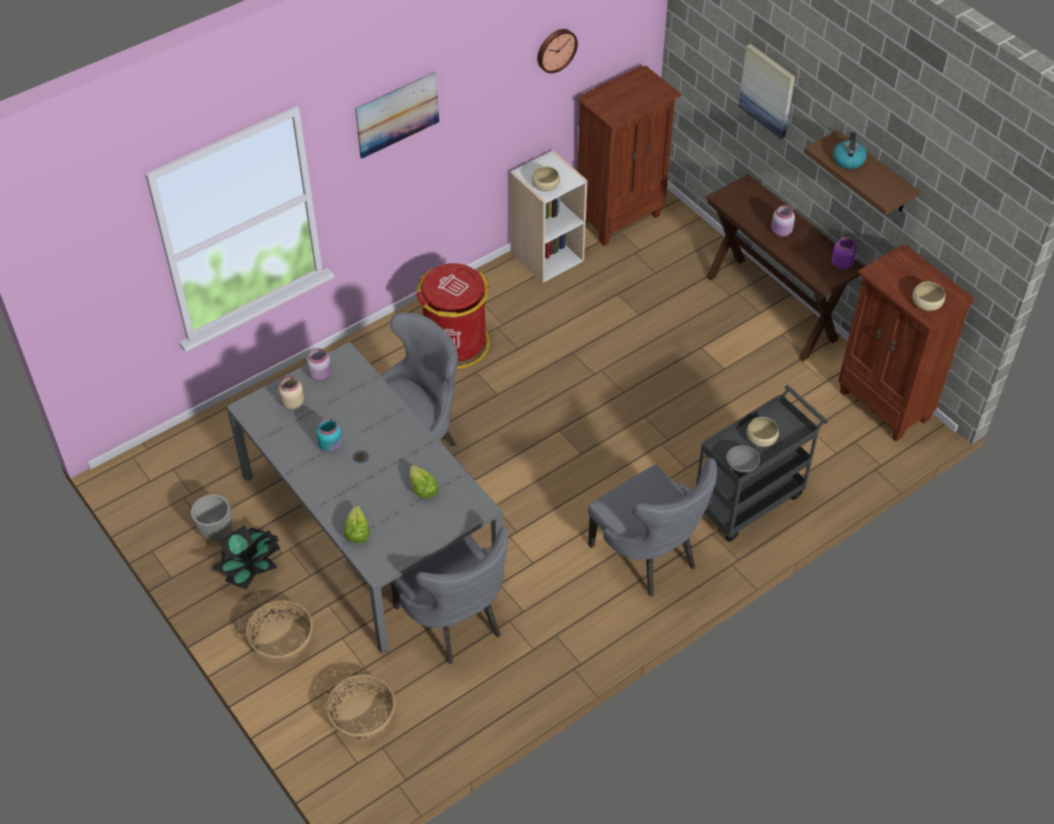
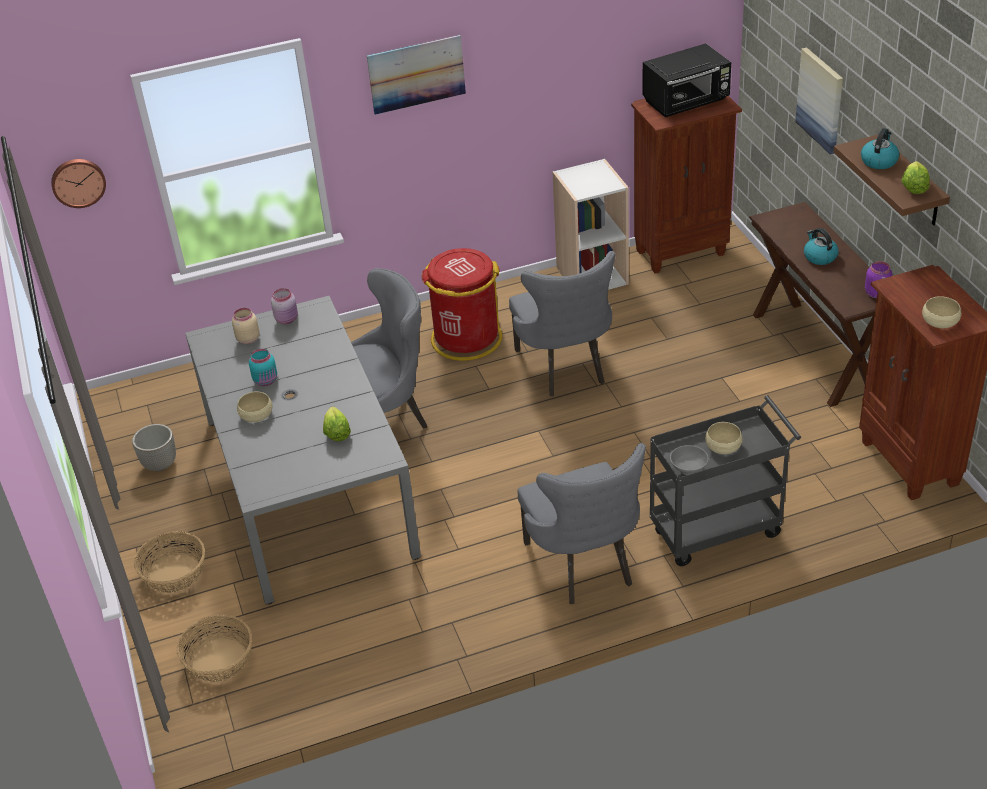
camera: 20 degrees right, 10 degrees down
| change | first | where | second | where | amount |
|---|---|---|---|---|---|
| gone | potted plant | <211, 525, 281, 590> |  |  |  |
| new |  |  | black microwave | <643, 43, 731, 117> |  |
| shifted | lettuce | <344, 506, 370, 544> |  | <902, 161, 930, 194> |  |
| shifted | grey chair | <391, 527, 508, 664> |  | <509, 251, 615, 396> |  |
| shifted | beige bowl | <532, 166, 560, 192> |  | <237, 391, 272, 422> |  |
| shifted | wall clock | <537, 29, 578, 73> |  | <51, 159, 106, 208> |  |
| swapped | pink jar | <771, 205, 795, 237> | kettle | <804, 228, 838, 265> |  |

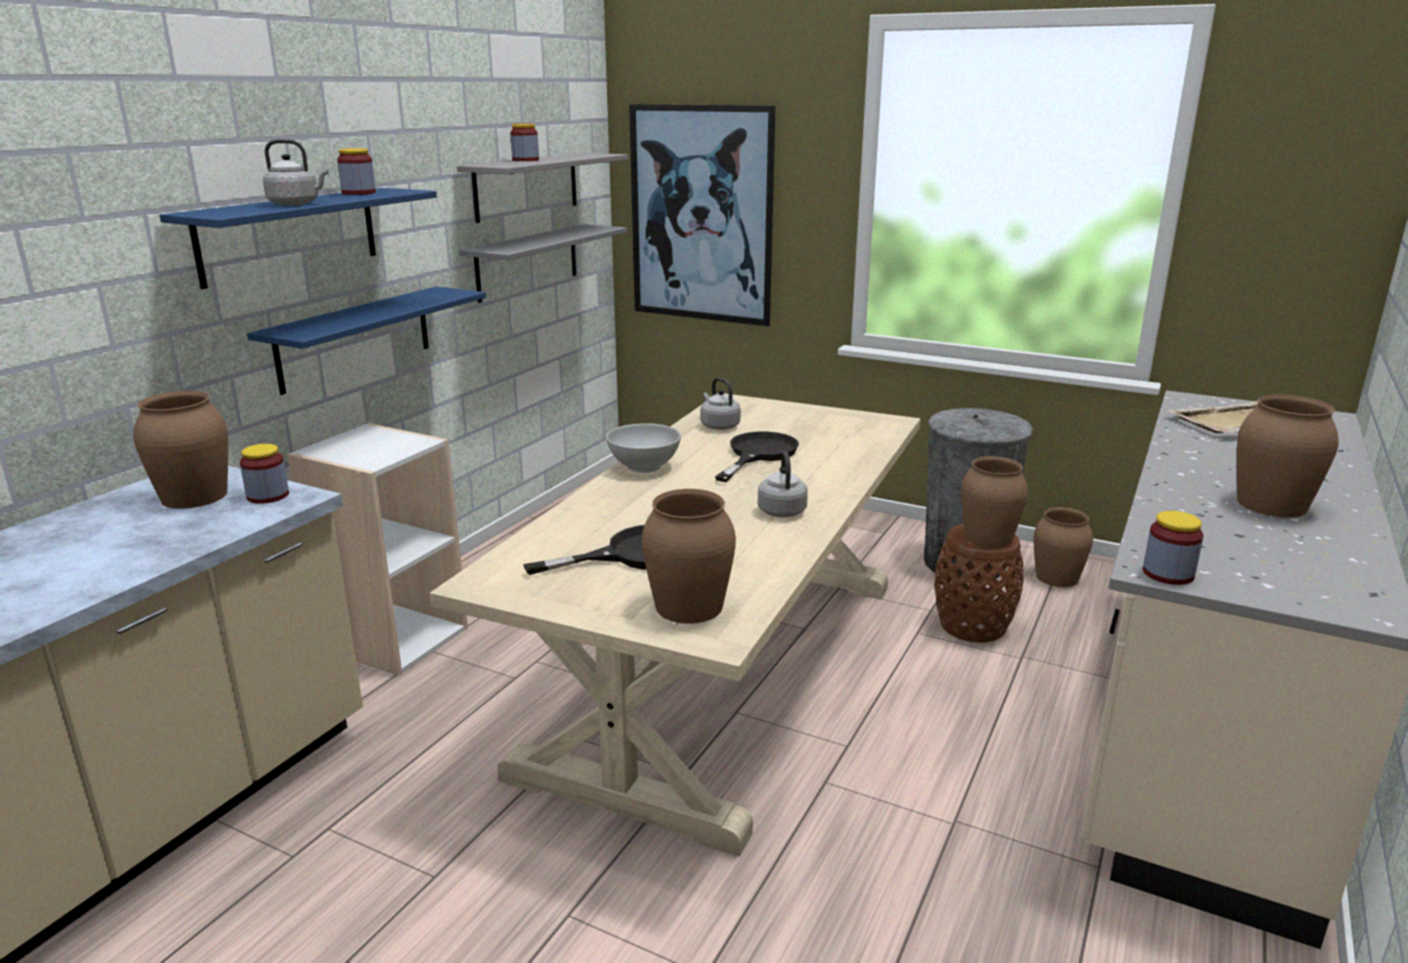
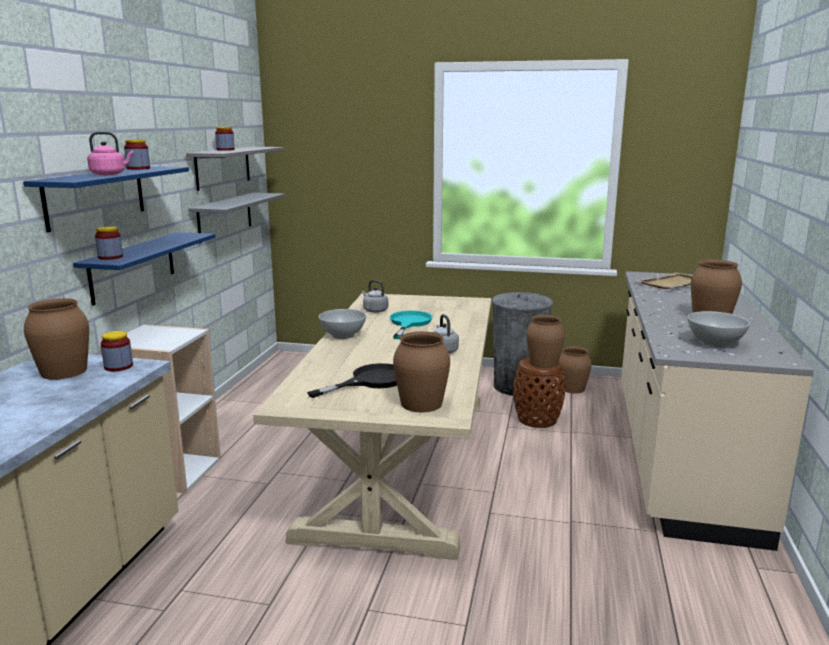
camera: 15 degrees left, 5 degrees down
| change | first | where | second | where | amount |
|---|---|---|---|---|---|
| gone | picture | <629, 104, 776, 326> |  |  |  |
| new |  |  | white bowl | <687, 311, 751, 348> |  |
| shifted | jar | <1143, 511, 1204, 585> |  | <95, 226, 123, 260> |  |
| repainted | grey kettle | <263, 139, 329, 206> | pink kettle | <87, 132, 134, 175> |  |
| repainted | black frying pan | <715, 431, 799, 482> | turquoise frying pan | <390, 311, 432, 339> |  |

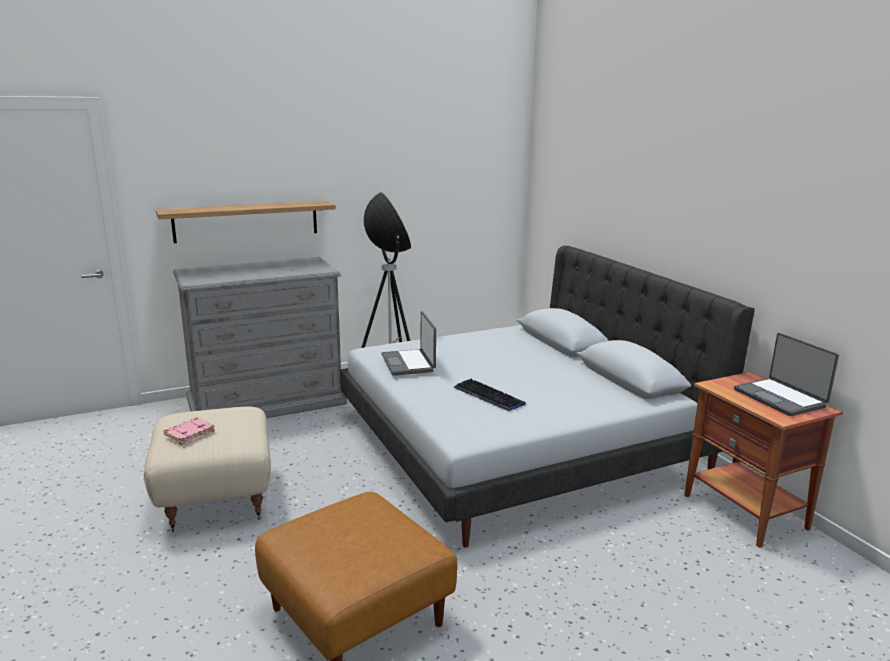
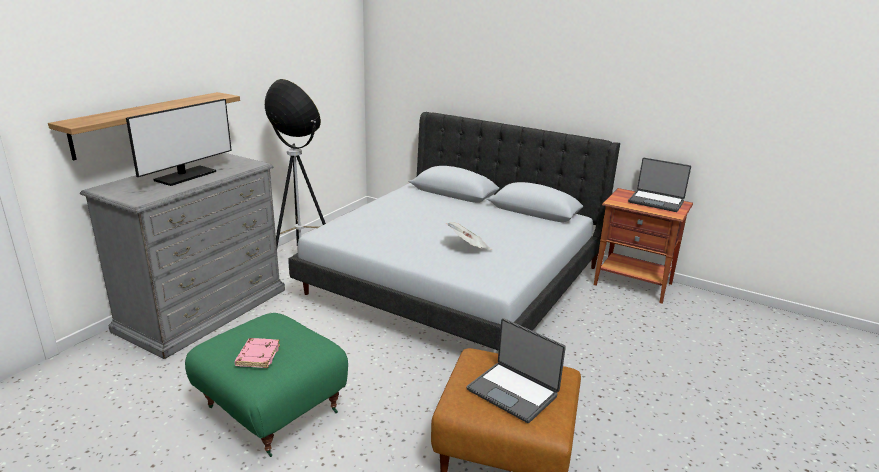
camera: 35 degrees left, 5 degrees up
| change | first | where | second | where | amount |
|---|---|---|---|---|---|
| new |  |  | monitor | <126, 99, 232, 186> |  |
| shifted | laptop | <382, 311, 436, 376> |  | <466, 318, 566, 423> |  |
| swapped | keyboard | <453, 379, 525, 411> | newspaper | <446, 222, 493, 250> |  |
| repainted | beige ottoman | <144, 407, 271, 532> | green ottoman | <185, 313, 348, 457> |  |

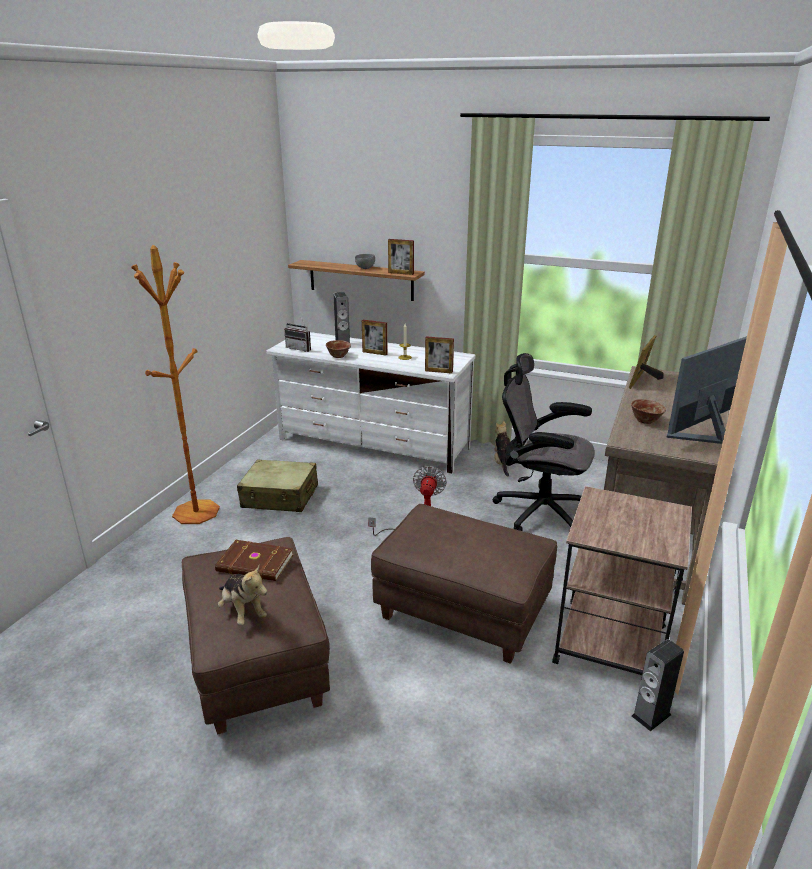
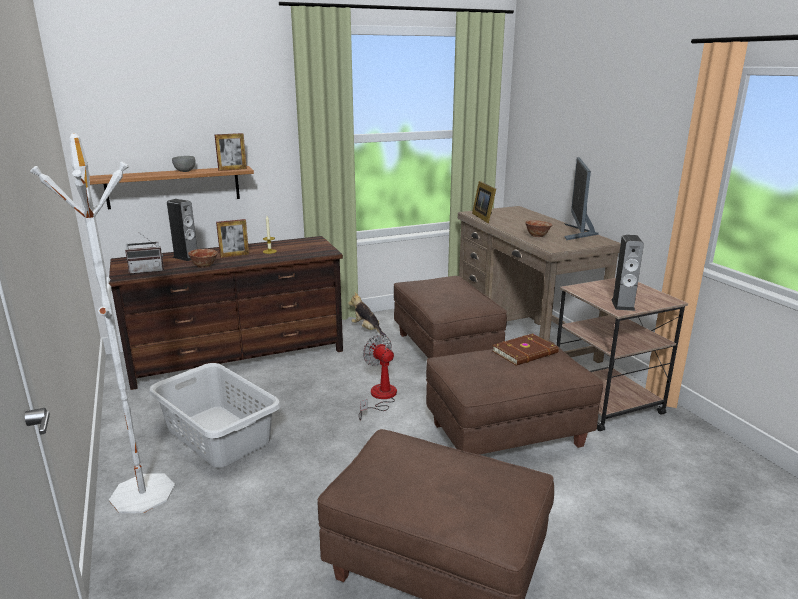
camera: 45 degrees left, 5 degrees down
| change | first | where | second | where | amount |
|---|---|---|---|---|---|
| gone | plush toy | <218, 566, 267, 625> |  |  |  |
| gone | picture frame | <425, 336, 454, 374> |  |  |  |
| shifted | brown book | <215, 540, 293, 581> |  | <492, 333, 559, 366> |  |
| shifted | speaker | <632, 639, 684, 731> |  | <611, 235, 644, 311> |  |
| swapped | beige suitcase | <237, 459, 318, 512> | grey laundry basket | <149, 363, 281, 468> |  |
| swapped | office chair | <492, 353, 595, 531> | brown ottoman | <394, 276, 507, 358> |  |
| repainted | orange clothes rack | <131, 245, 220, 524> | white clothes rack | <30, 133, 175, 513> |  |
| repainted | white dresser | <266, 332, 476, 474> | brown dresser | <109, 236, 343, 390> |  |

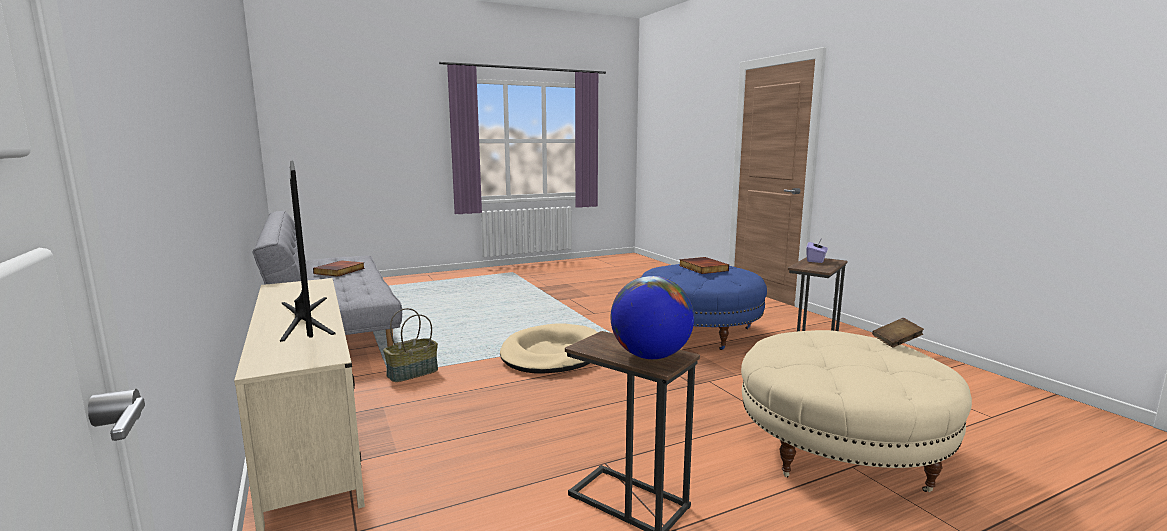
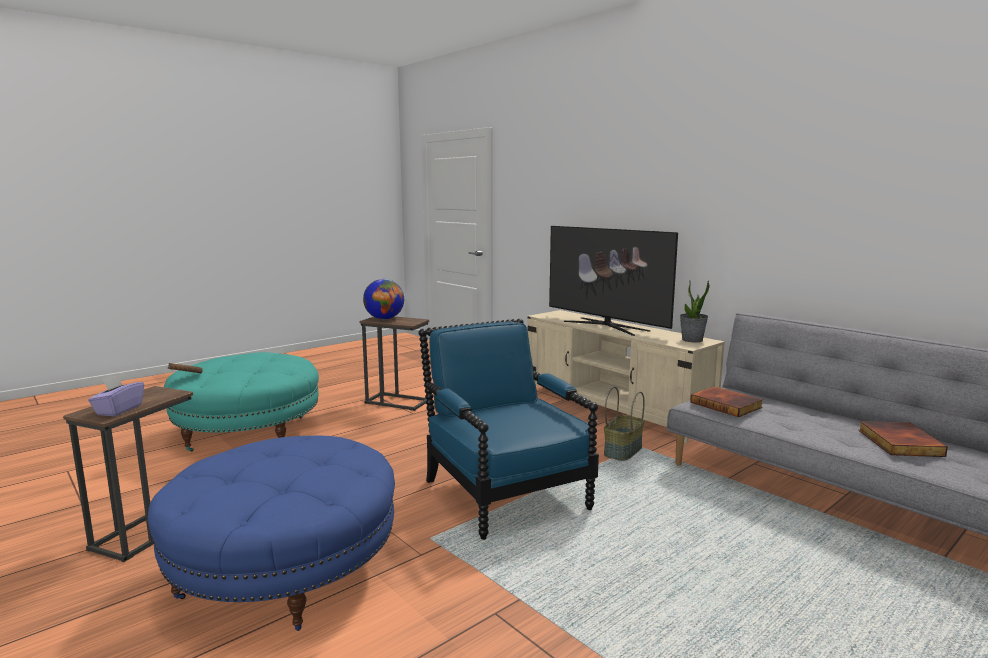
camera: 165 degrees right, 0 degrees up
| change | first | where | second | where | amount |
|---|---|---|---|---|---|
| new |  |  | potted plant | <680, 280, 710, 342> |  |
| shifted | book | <679, 257, 729, 274> |  | <690, 386, 763, 417> |  |
| swapped | beige dog bed | <500, 323, 598, 374> | blue armchair | <418, 319, 599, 540> |  |
| repainted | beige ottoman | <741, 330, 972, 492> | turquoise ottoman | <164, 352, 319, 451> |  |

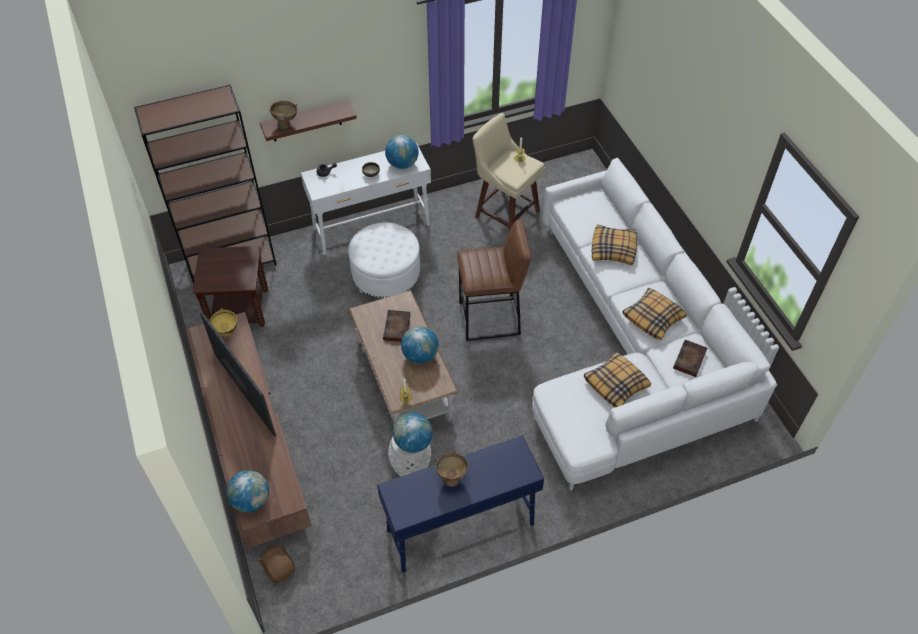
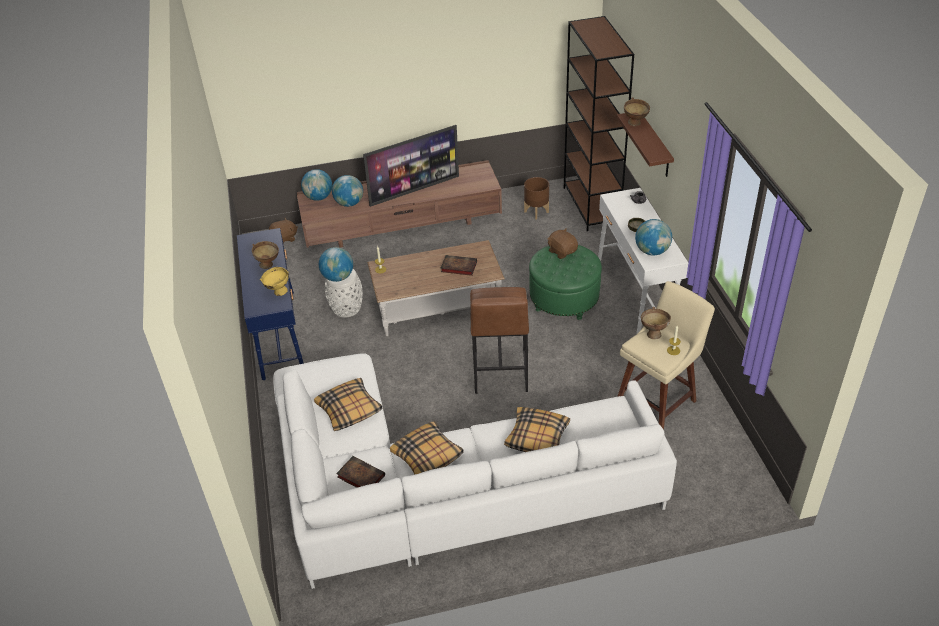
camera: 100 degrees right, 10 degrees down
| change | first | where | second | where | amount |
|---|---|---|---|---|---|
| new |  |  | brown plush toy | <547, 228, 578, 259> |  |
| new |  |  | brown bowl | <641, 307, 671, 339> |  |
| shifted | yellow bowl | <210, 308, 237, 337> |  | <260, 267, 289, 296> |  |
| shifted | globe | <401, 326, 439, 364> |  | <332, 175, 363, 207> |  |
| swapped | brown side table | <193, 246, 268, 327> | brown planter | <524, 177, 549, 220> |  |
| repainted | white ottoman | <348, 222, 420, 298> | green ottoman | <529, 245, 602, 320> |  |

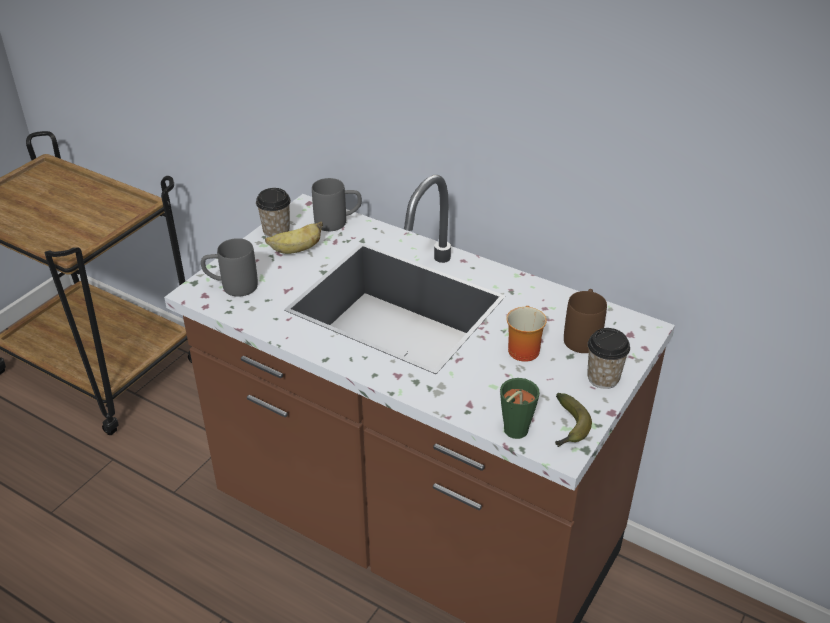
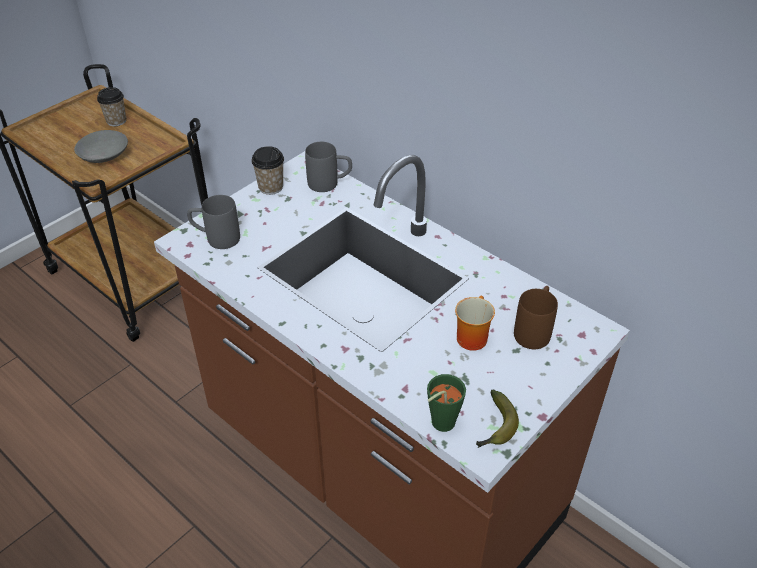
camera: 10 degrees right, 5 degrees up
| change | first | where | second | where | amount |
|---|---|---|---|---|---|
| gone | banana | <265, 221, 323, 254> |  |  |  |
| new |  |  | grey bowl | <74, 130, 128, 163> |  |
| shifted | cup | <587, 328, 630, 389> |  | <97, 87, 126, 126> |  |

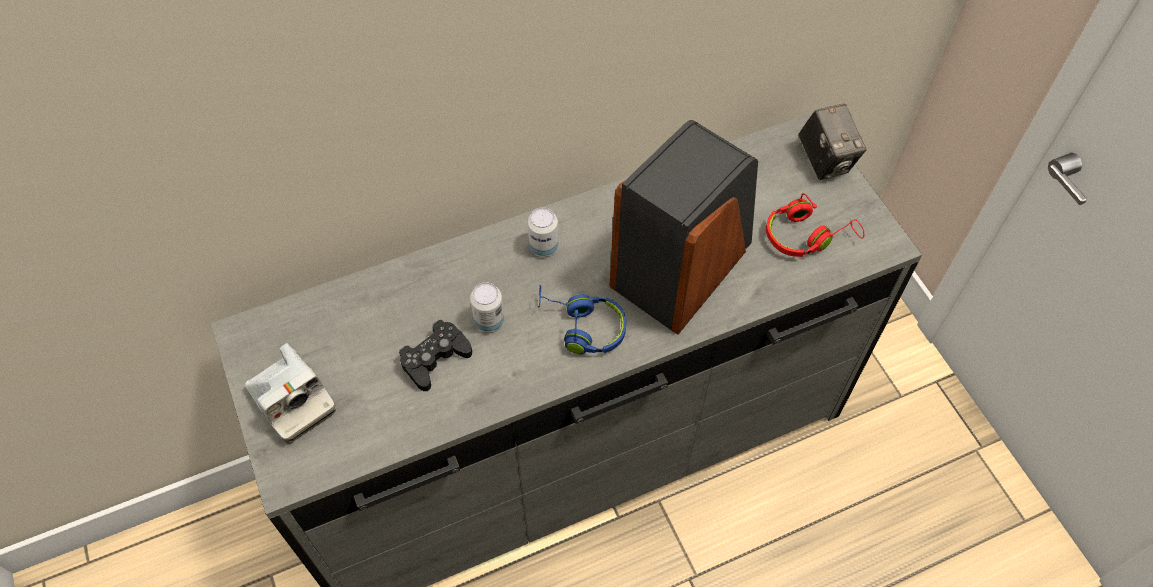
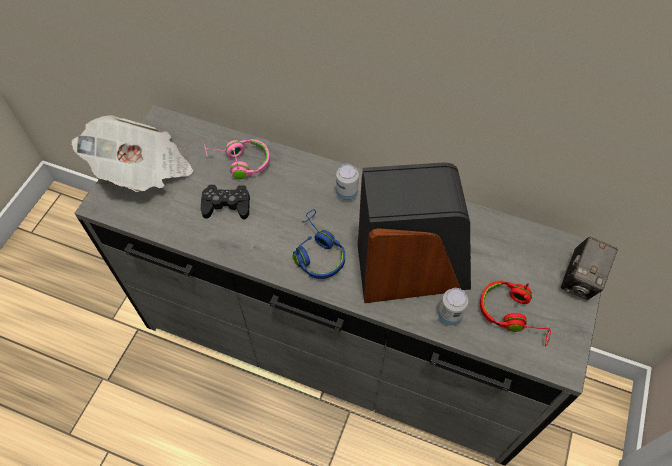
camera: 45 degrees right, 0 degrees up
| change | first | where | second | where | amount |
|---|---|---|---|---|---|
| new |  |  | pink headphones | <203, 139, 270, 179> |  |
| shifted | can | <470, 282, 504, 332> |  | <438, 288, 468, 325> |  |
| swapped | photo camera | <245, 343, 336, 444> | newspaper | <71, 115, 193, 192> |  |

